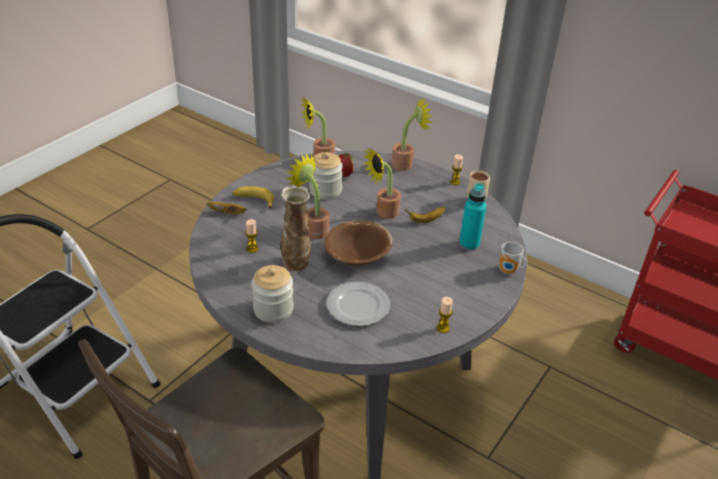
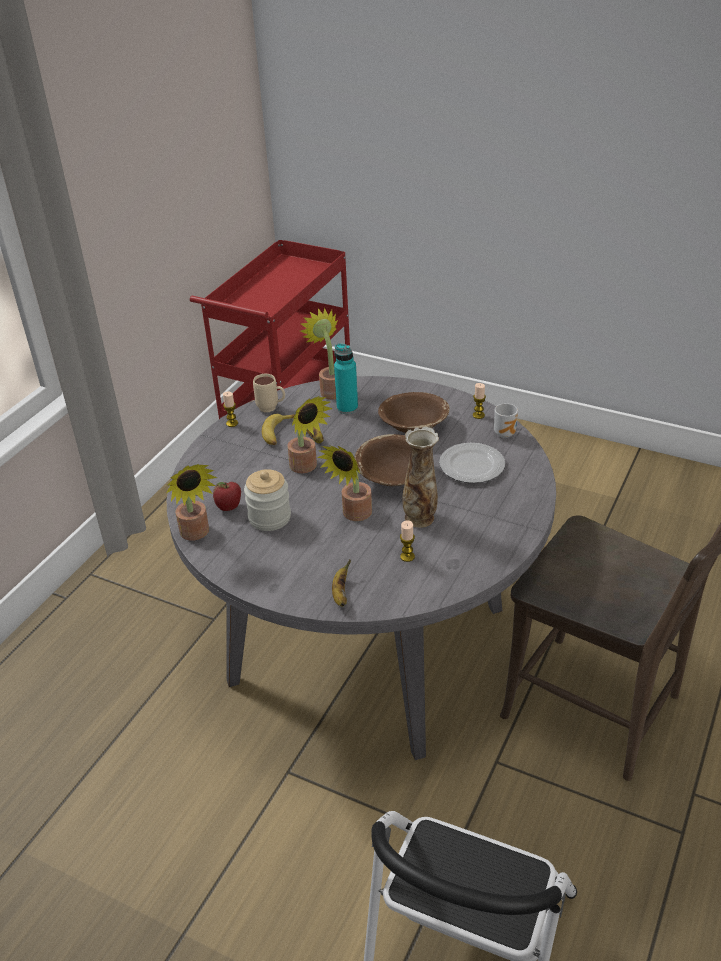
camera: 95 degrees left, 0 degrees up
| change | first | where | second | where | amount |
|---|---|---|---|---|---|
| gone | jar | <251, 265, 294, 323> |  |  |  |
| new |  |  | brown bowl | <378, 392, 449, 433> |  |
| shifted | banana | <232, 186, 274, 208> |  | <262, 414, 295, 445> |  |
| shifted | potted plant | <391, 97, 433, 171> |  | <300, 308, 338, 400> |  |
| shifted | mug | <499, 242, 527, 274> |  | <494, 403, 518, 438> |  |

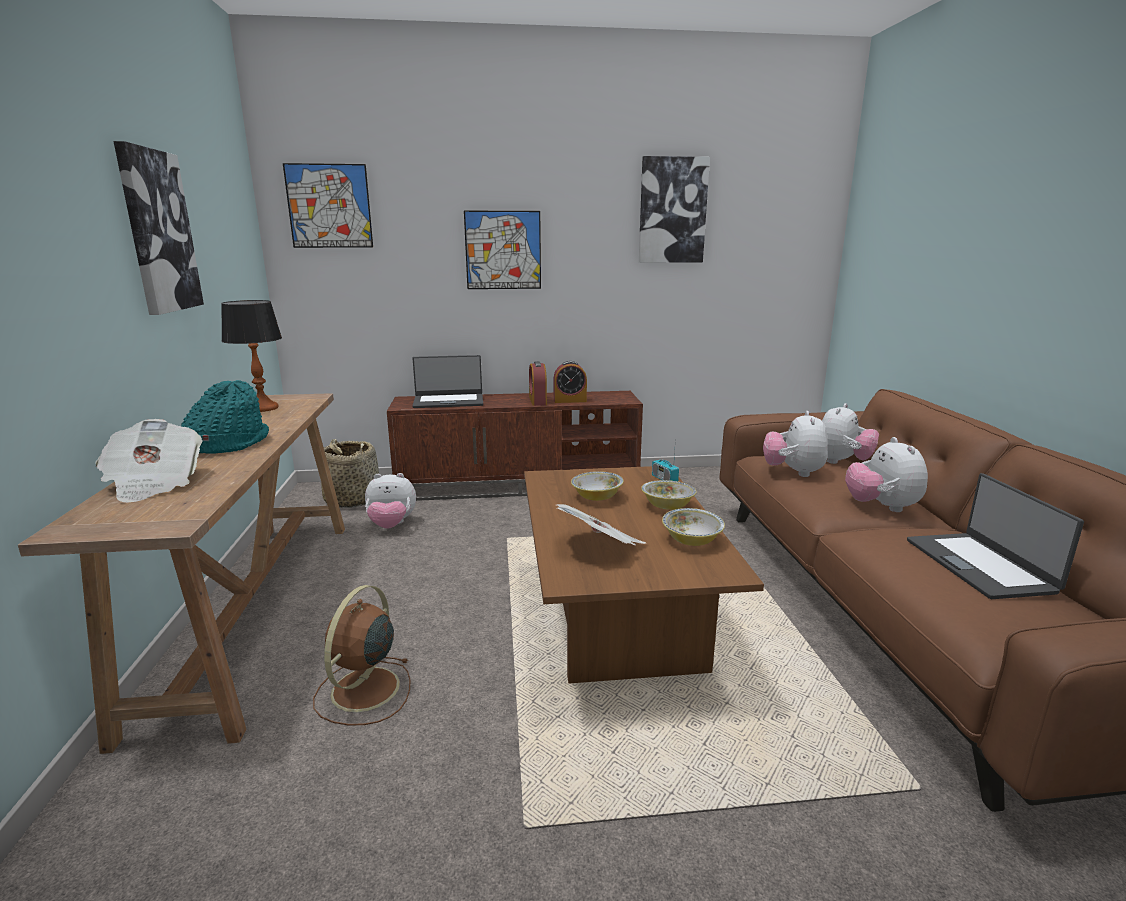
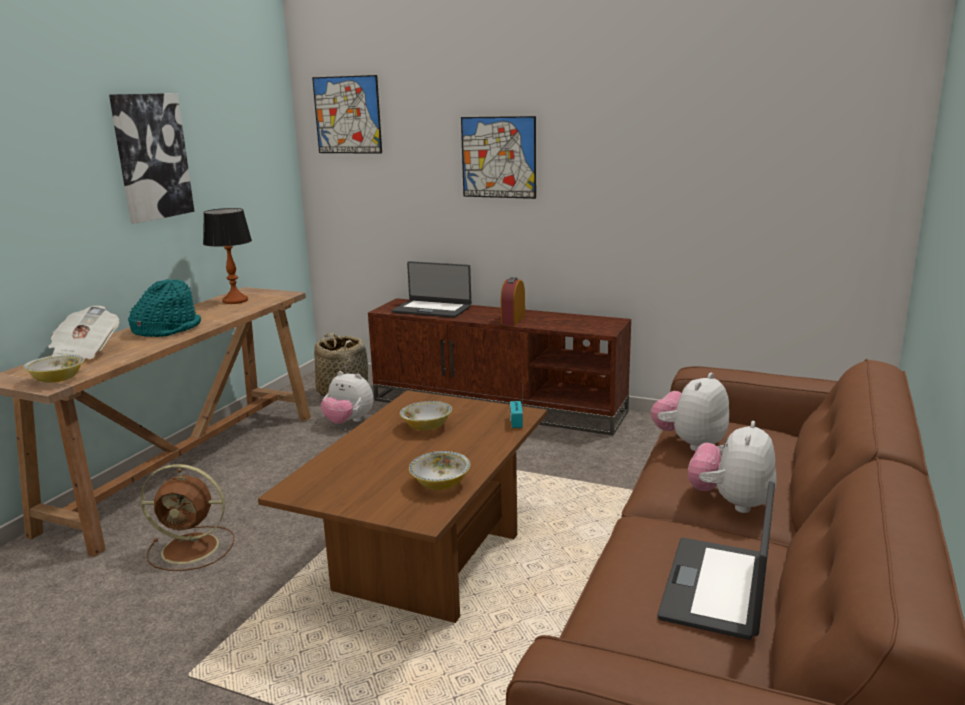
camera: 30 degrees right, 0 degrees up
| change | first | where | second | where | amount |
|---|---|---|---|---|---|
| gone | alarm clock | <554, 361, 587, 403> |  |  |  |
| gone | newspaper | <556, 504, 646, 545> |  |  |  |
| gone | picture | <639, 156, 710, 263> |  |  |  |
| gone | plush toy | <822, 403, 879, 464> |  |  |  |
| shifted | bowl | <641, 480, 697, 510> |  | <23, 355, 84, 383> |  |
| rotated | brown fan | <313, 585, 411, 725> |  | <140, 464, 234, 571> | 135 degrees counterclockwise |

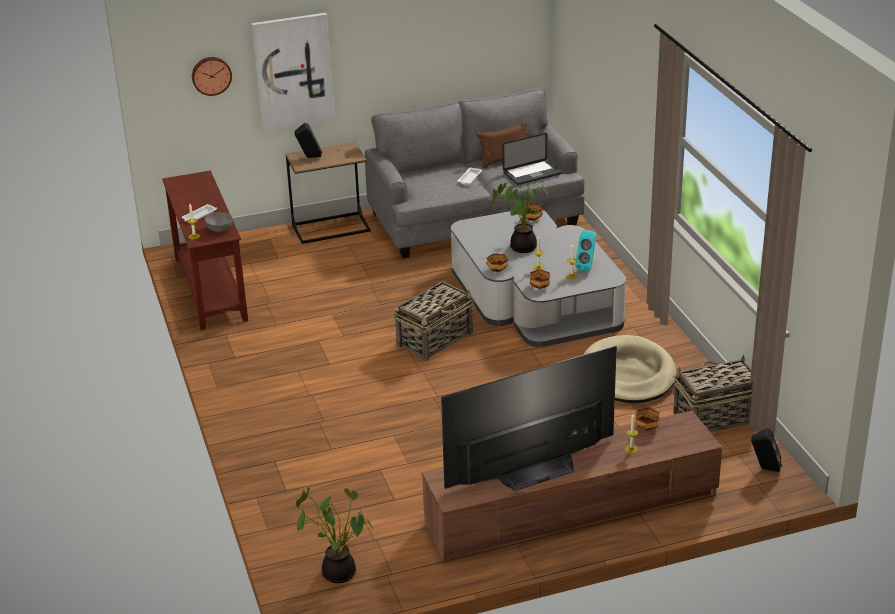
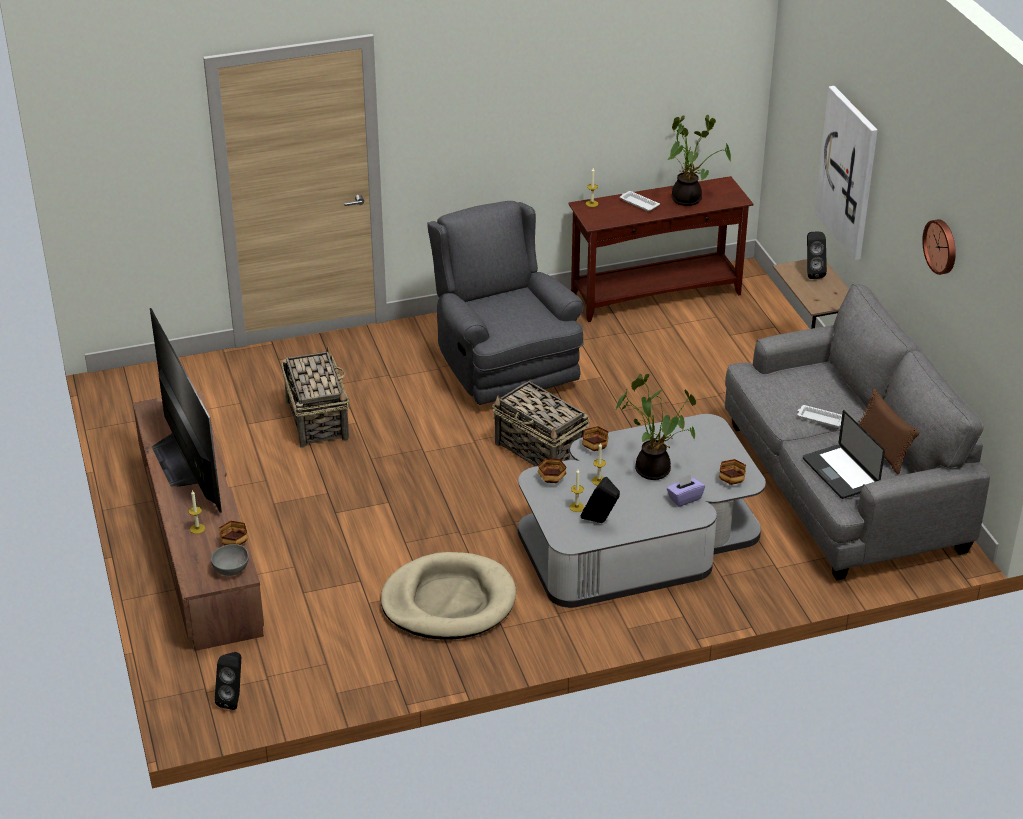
camera: 90 degrees right, 5 degrees up
| change | first | where | second | where | amount |
|---|---|---|---|---|---|
| new |  |  | grey armchair | <427, 201, 584, 405> |  |
| new |  |  | purple tissue box | <667, 474, 705, 507> |  |
| shifted | wall clock | <192, 57, 232, 96> |  | <922, 219, 956, 275> |  |
| shifted | grey bowl | <205, 213, 232, 232> |  | <211, 544, 249, 576> |  |
| shifted | potted plant | <296, 487, 373, 583> |  | <667, 115, 731, 206> |  |
| shifted | basket | <673, 355, 753, 432> |  | <282, 346, 350, 448> |  |
| repainted | turquoise speaker | <575, 230, 596, 272> | black speaker | <580, 477, 620, 523> |  |

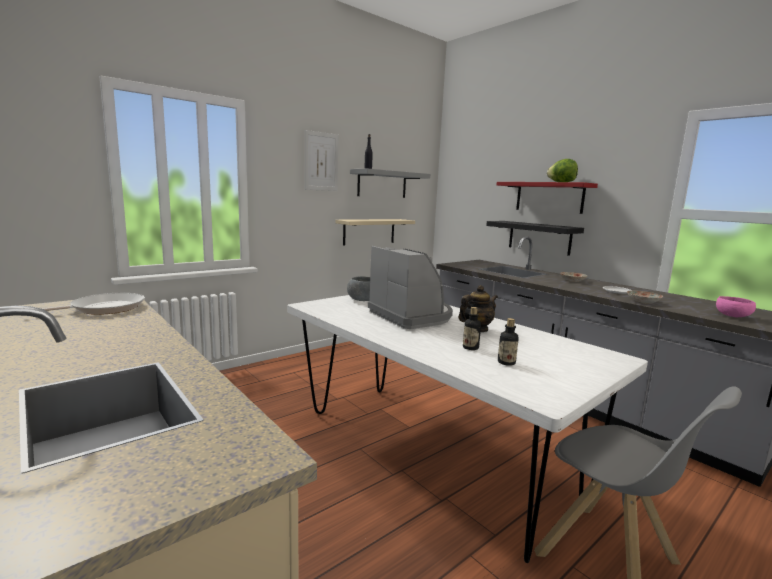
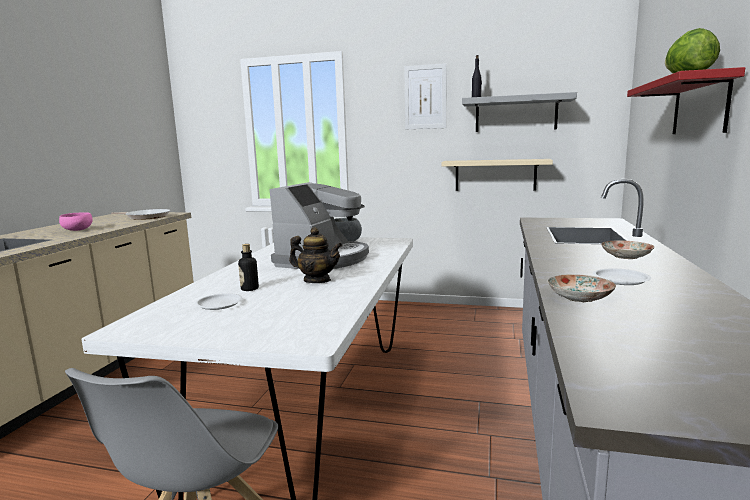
camera: 55 degrees right, 0 degrees up
| change | first | where | second | where | amount |
|---|---|---|---|---|---|
| gone | black shelf | <486, 221, 584, 256> |  |  |  |
| shifted | pink bowl | <716, 296, 756, 317> |  | <59, 213, 93, 231> |  |
| swapped | bottle | <498, 318, 519, 366> | white plate | <195, 293, 243, 310> |  |

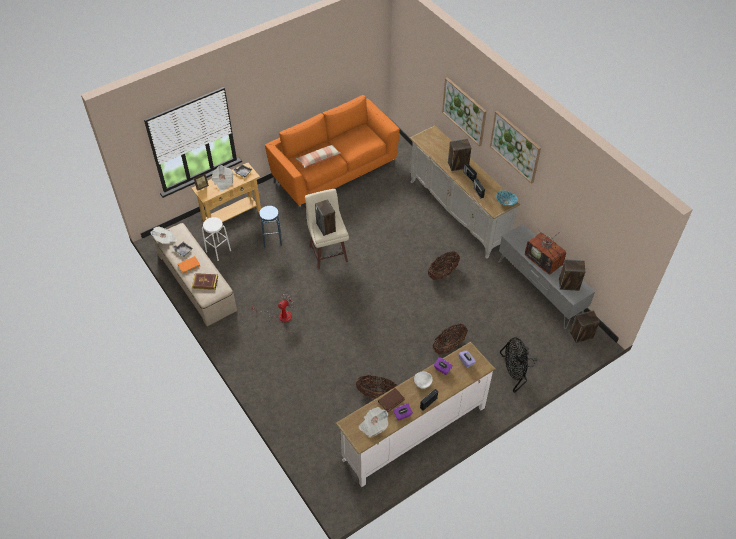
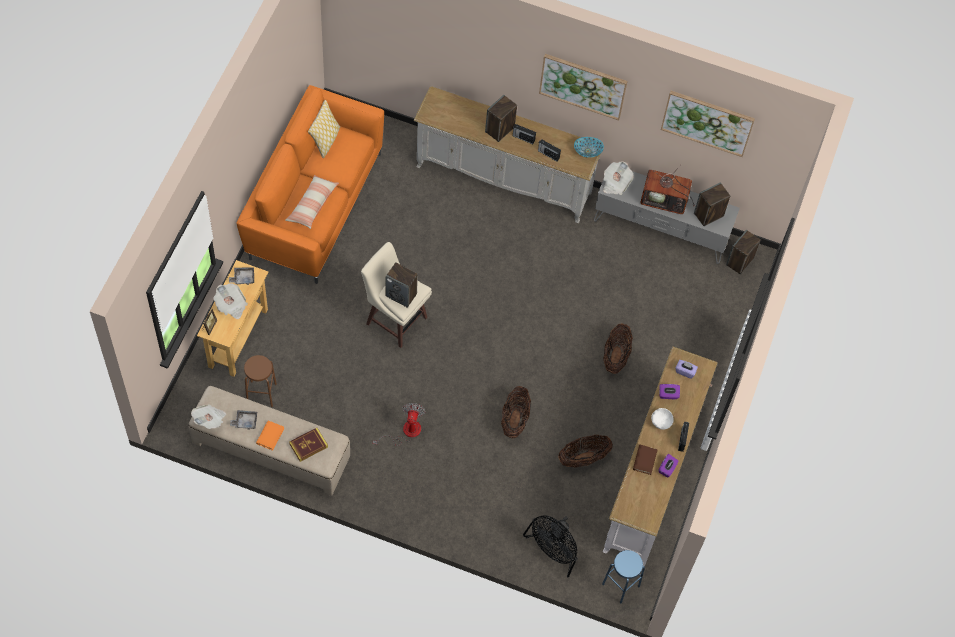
camera: 40 degrees left, 10 degrees up
| change | first | where | second | where | amount |
|---|---|---|---|---|---|
| new |  |  | pillow | <308, 100, 340, 158> |  |
| shifted | blue stool | <259, 206, 282, 248> |  | <602, 550, 645, 603> |  |
| shifted | newspaper | <359, 407, 389, 438> |  | <603, 161, 633, 195> |  |
| shifted | basket | <428, 251, 460, 280> |  | <501, 386, 531, 438> |  |
| shifted | picture | <442, 77, 487, 146> |  | <661, 91, 755, 157> |  |
| shifted | black fan | <500, 337, 537, 393> |  | <523, 515, 578, 578> |  |
| repainted | white stool | <202, 217, 231, 261> | brown stool | <244, 355, 277, 407> |  |

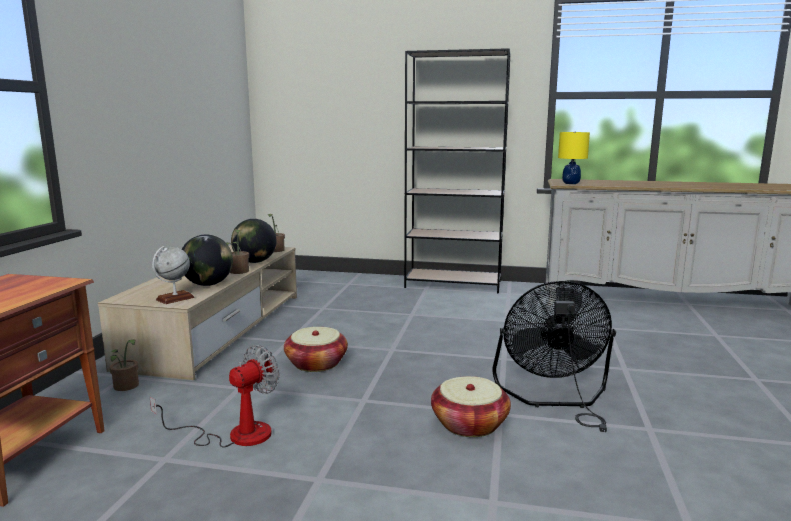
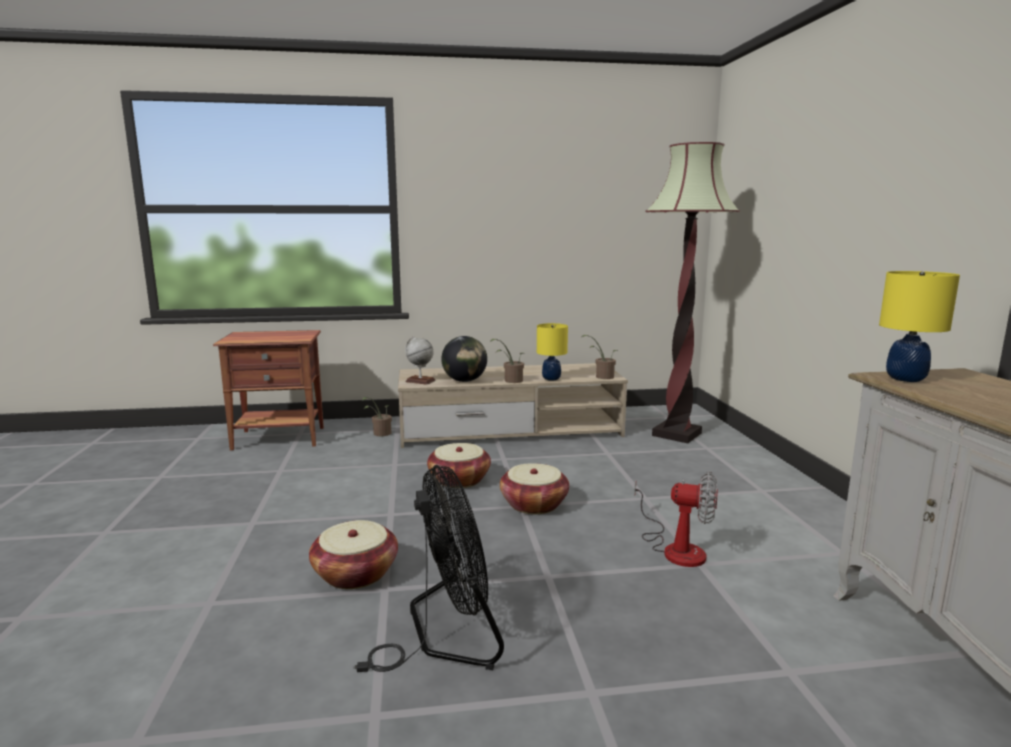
camera: 70 degrees right, 0 degrees up
| change | first | where | second | where | amount |
|---|---|---|---|---|---|
| gone | beige bookcase | <404, 48, 511, 294> |  |  |  |
| new |  |  | basket | <500, 463, 569, 514> |  |
| new |  |  | floor lamp | <646, 142, 740, 443> |  |
| shifted | fan | <150, 345, 279, 448> |  | <634, 472, 718, 567> |  |
| swapped | globe | <231, 219, 277, 263> | yellow table lamp | <537, 323, 568, 380> |  |

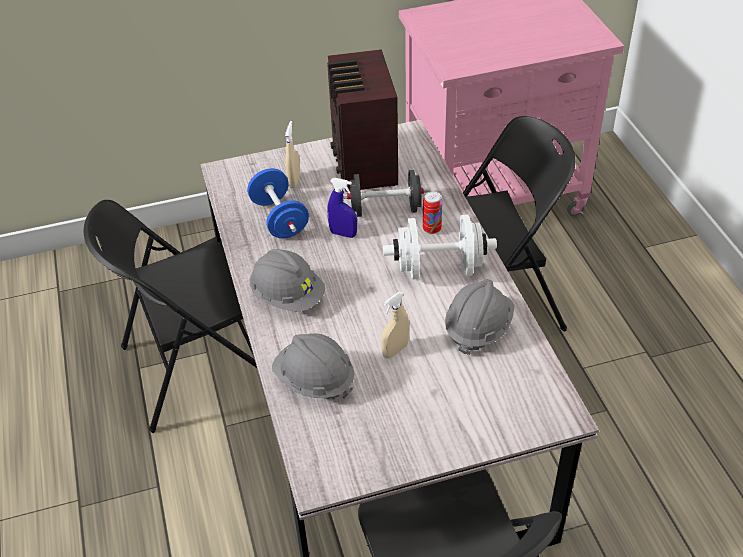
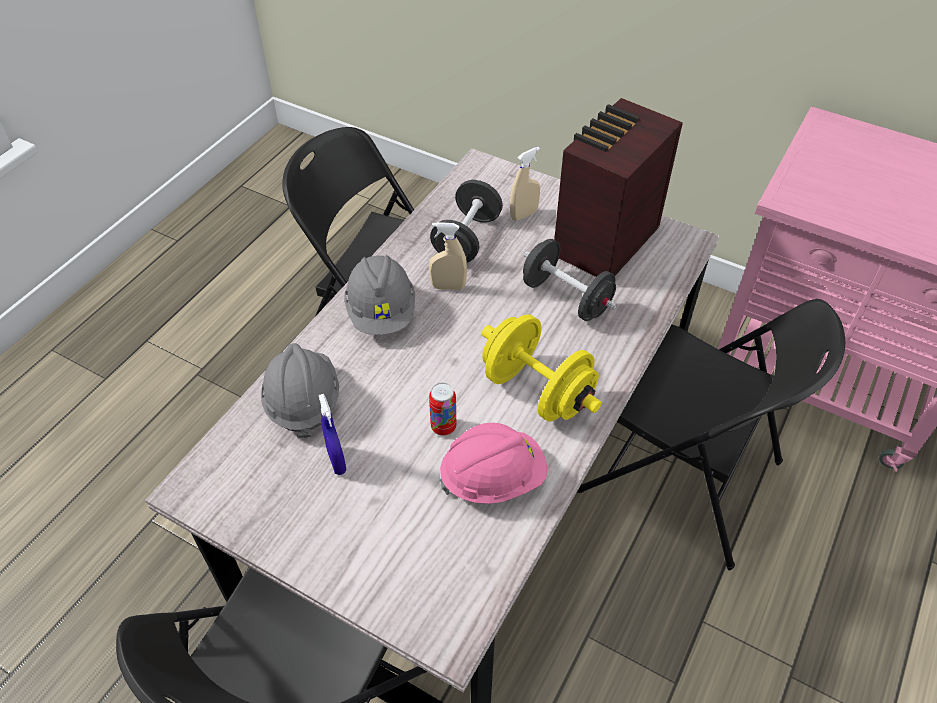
camera: 45 degrees right, 5 degrees up
| change | first | where | second | where | amount |
|---|---|---|---|---|---|
| shifted | blue spray bottle | <327, 178, 357, 238> |  | <319, 394, 347, 475> |  |
| shifted | beige spray bottle | <381, 292, 409, 359> |  | <429, 222, 467, 290> |  |
| shifted | can | <423, 191, 442, 234> |  | <429, 383, 456, 436> |  |
| repainted | blue dumbbell | <247, 168, 309, 238> | black dumbbell | <430, 180, 503, 262> |  |
| repainted | white dumbbell | <383, 215, 497, 280> | yellow dumbbell | <482, 314, 602, 421> |  |
| repainted | grey hard hat | <445, 279, 514, 355> | pink hard hat | <439, 423, 547, 504> |  |

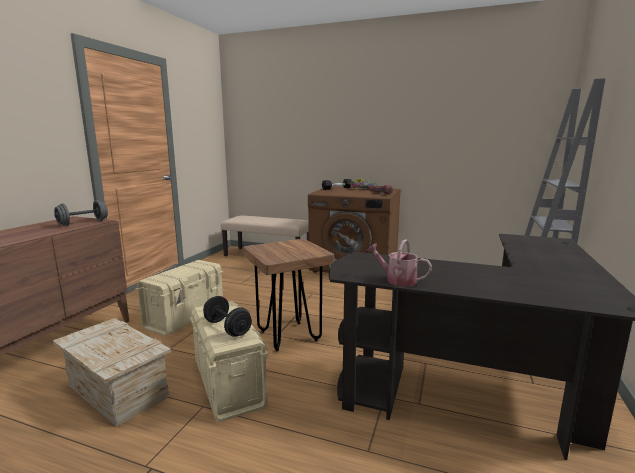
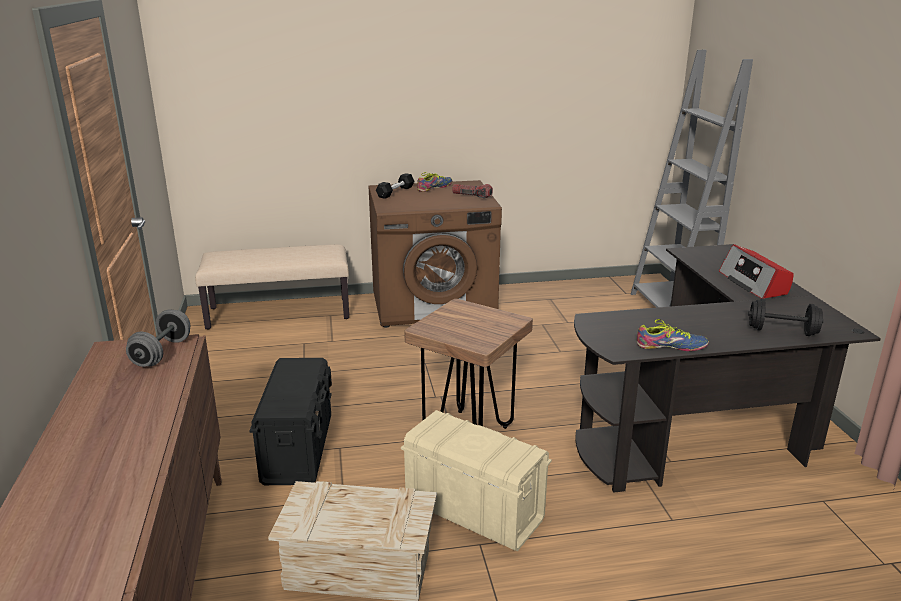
camera: 30 degrees left, 10 degrees up
| change | first | where | second | where | amount |
|---|---|---|---|---|---|
| new |  |  | radio | <719, 244, 794, 299> |  |
| shifted | black dumbbell | <203, 296, 252, 337> |  | <748, 298, 823, 336> |  |
| swapped | watering can | <367, 239, 432, 287> | shoe | <637, 319, 709, 351> |  |
| repainted | beige storage box | <135, 260, 223, 336> | black storage box | <250, 358, 332, 485> |  |

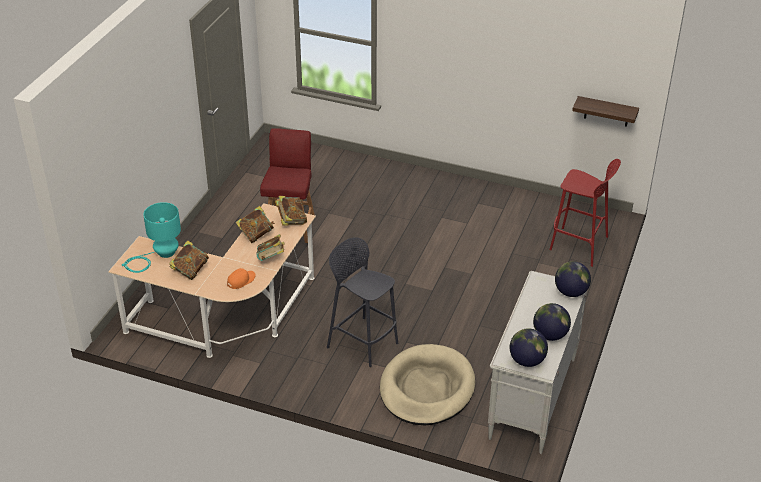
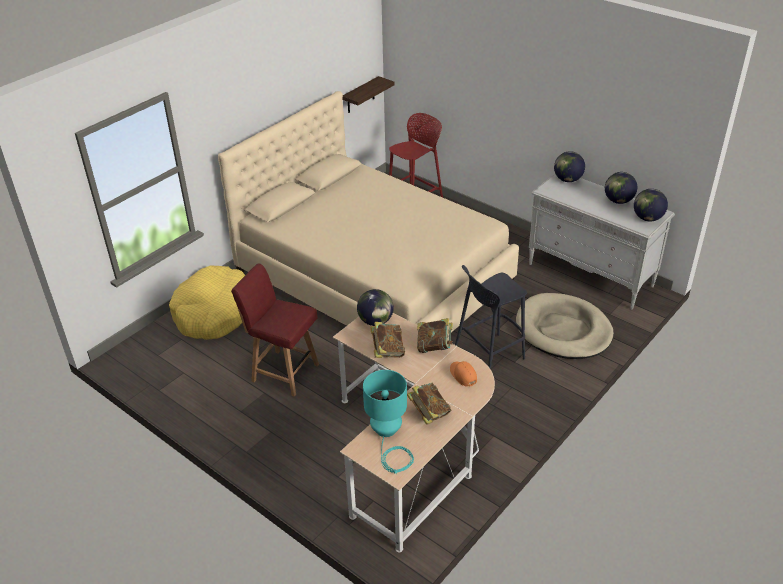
camera: 70 degrees left, 0 degrees up
| change | first | where | second | where | amount |
|---|---|---|---|---|---|
| new |  |  | yellow dog bed | <169, 266, 245, 340> |  |
| new |  |  | beige bed | <218, 91, 519, 332> |  |
| swapped | book | <275, 196, 307, 226> | globe | <357, 289, 394, 326> |  |

